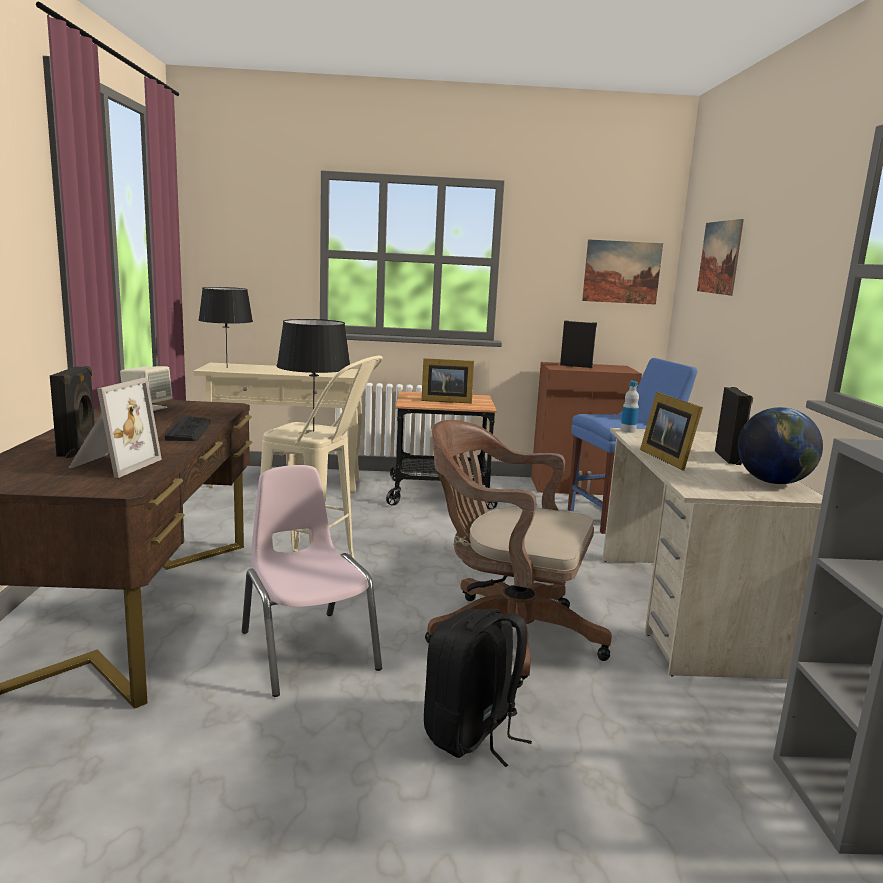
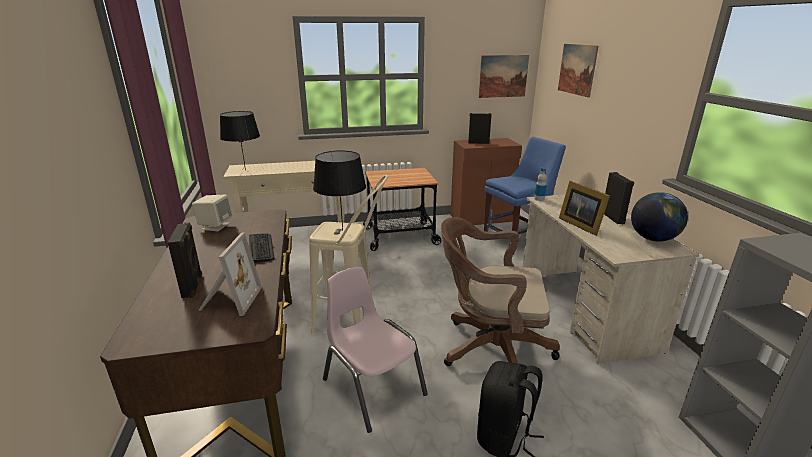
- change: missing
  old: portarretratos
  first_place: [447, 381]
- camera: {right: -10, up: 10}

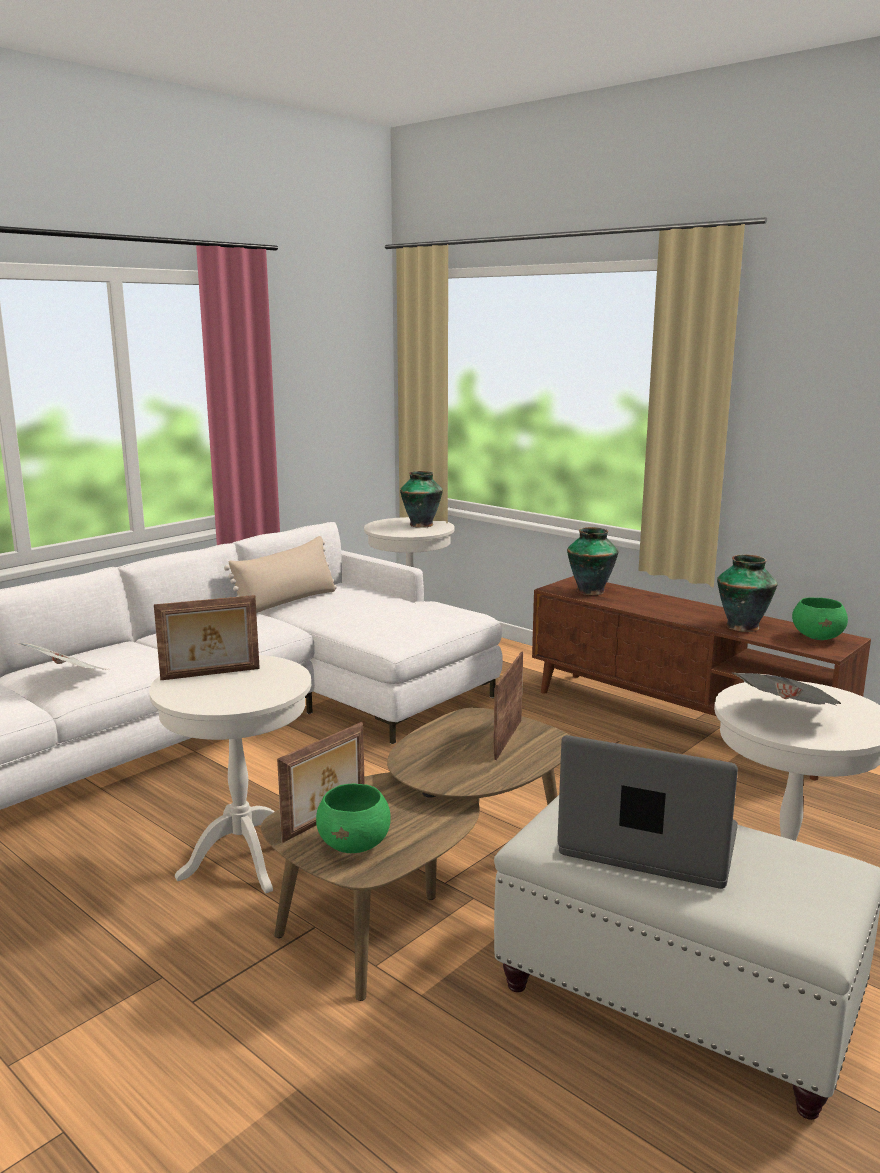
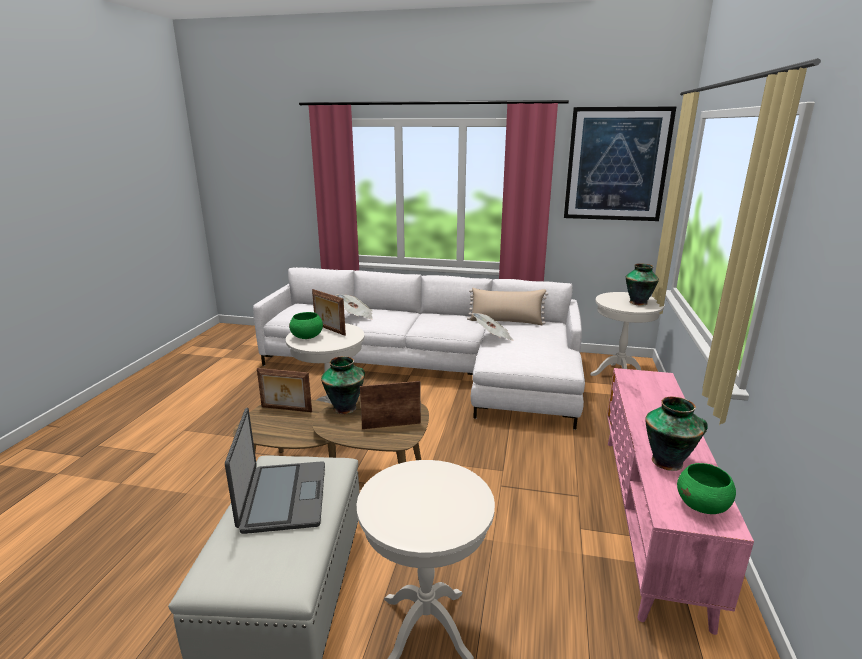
- change: relocated
  old: florero
  first_place: [593, 561]
  second_place: [343, 385]
- change: colour
  old: mueble de televisión (marrón)
  new: mueble de televisión (rosa)
  first_place: [701, 678]
  second_place: [680, 501]
- change: relocated
  old: periódico
  first_place: [786, 689]
  second_place: [492, 326]
- change: relocated
  old: cuenco (verde)
  first_place: [353, 818]
  second_place: [306, 325]
- change: appeared
  new: cuadro
  second_place: [620, 164]
- camera: {right: 60, up: 5}

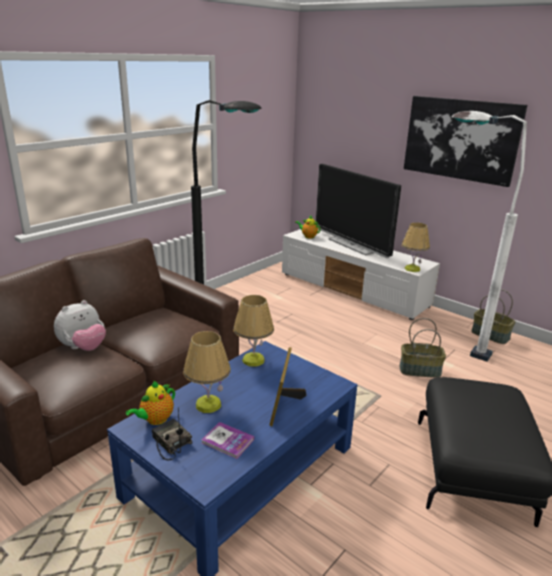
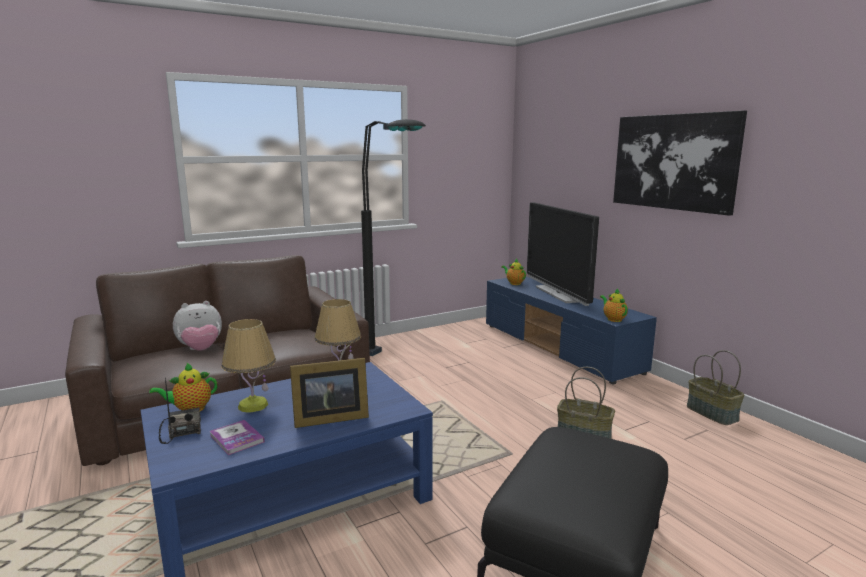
- change: missing
  old: lámpara de pie (blanco)
  first_place: [489, 236]
- change: exchanged
  old: lámpara de mesa
  new: tetera
  first_place: [416, 247]
  second_place: [614, 305]
- change: colour
  old: mueble de televisión (blanco)
  new: mueble de televisión (azul)
  first_place: [361, 274]
  second_place: [571, 330]
- change: spun
  old: portarretratos
  first_place: [288, 386]
  second_place: [329, 393]
  degrees: -135
- camera: {right: 20, up: -10}

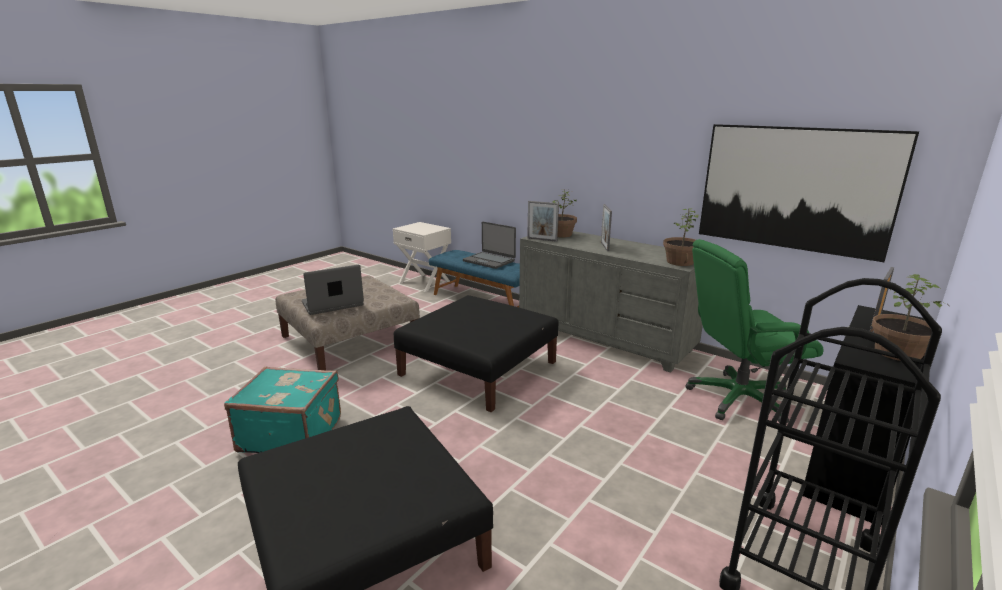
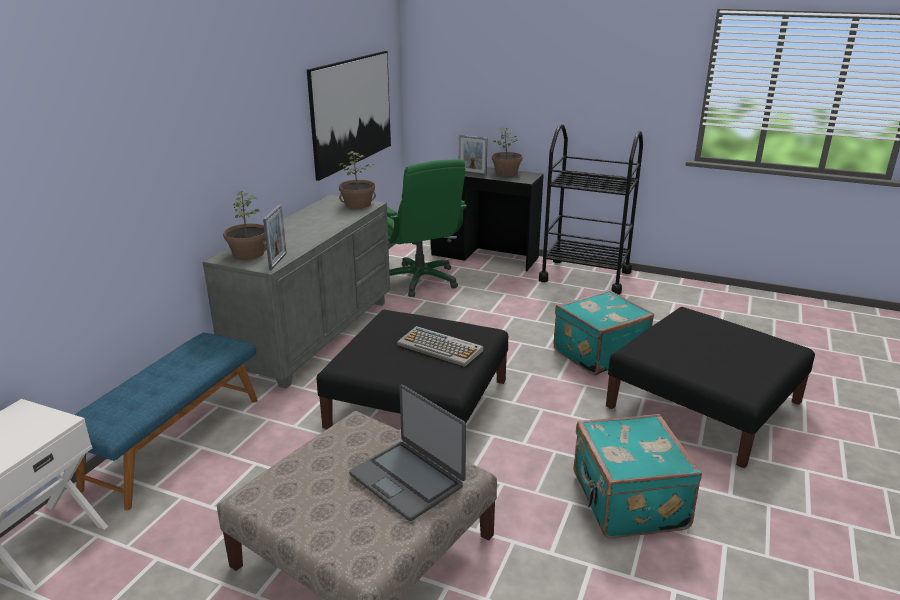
- change: missing
  old: portarretratos
  first_place: [606, 227]
- change: missing
  old: portátil
  first_place: [489, 245]
- change: appeared
  new: maleta (turquesa)
  second_place: [603, 332]
- change: appeared
  new: teclado
  second_place: [440, 346]
- camera: {right: -105, up: 5}

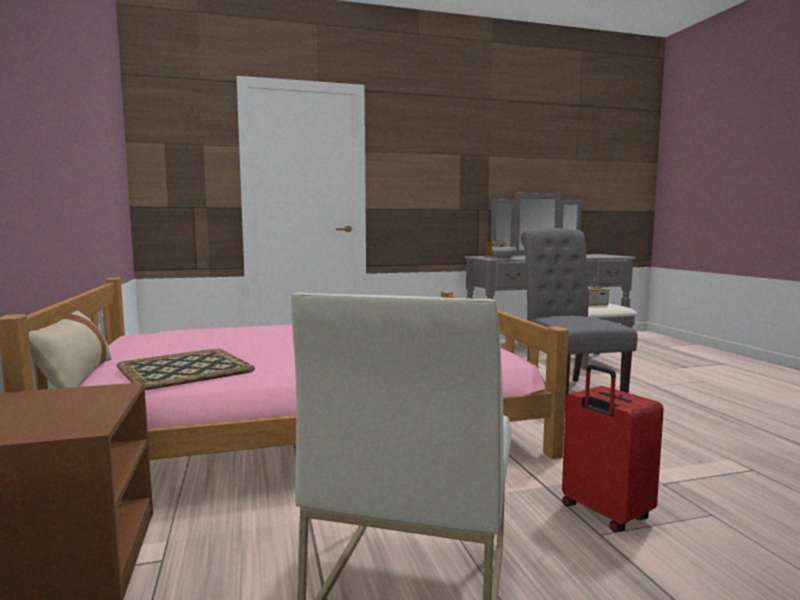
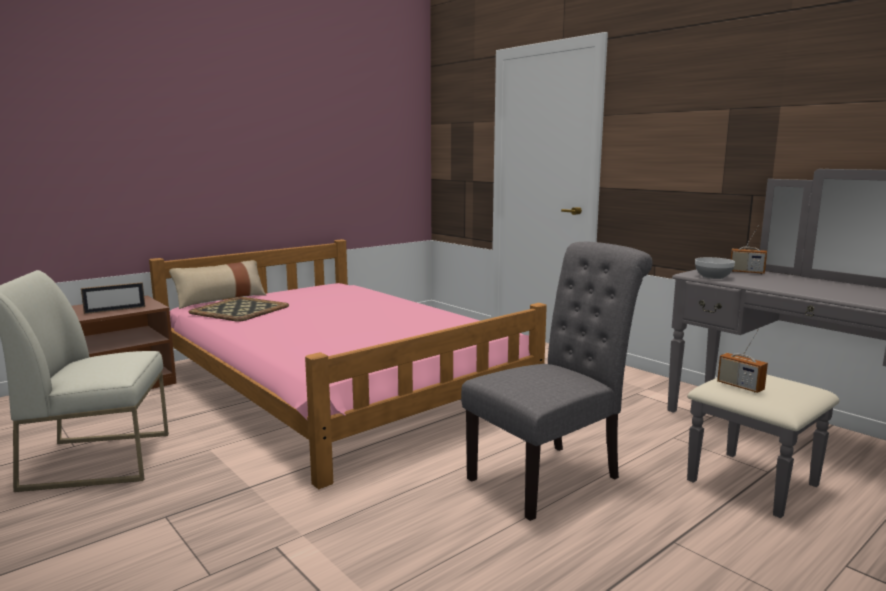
- change: missing
  old: maleta (rojo)
  first_place: [613, 448]
- change: appeared
  new: portarretratos
  second_place: [113, 298]
- camera: {right: 65, up: 5}

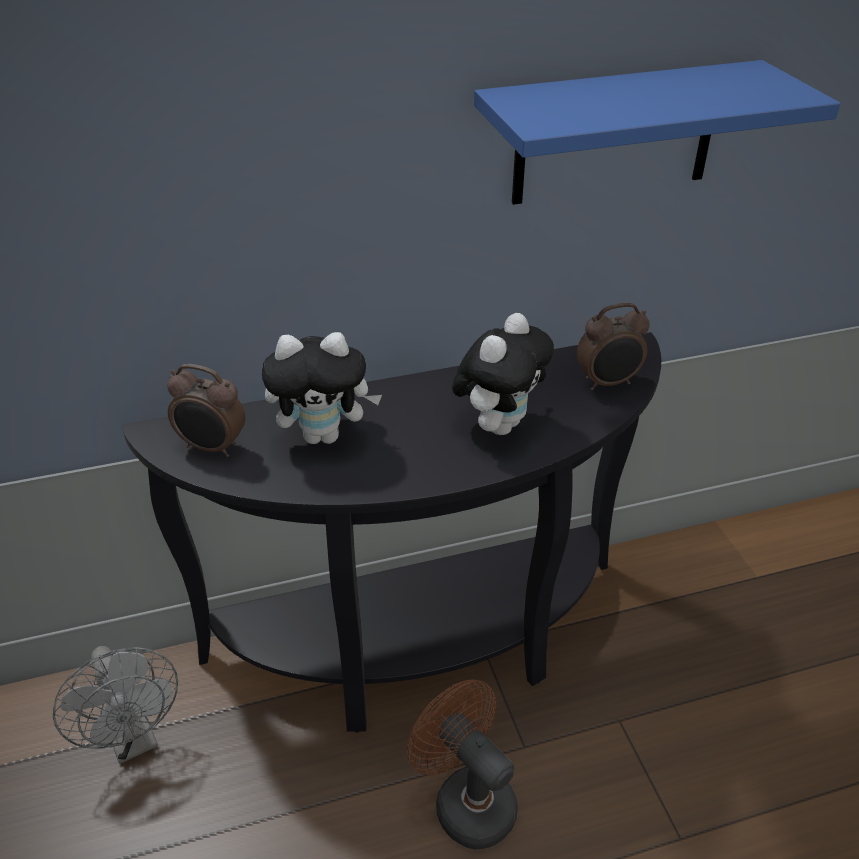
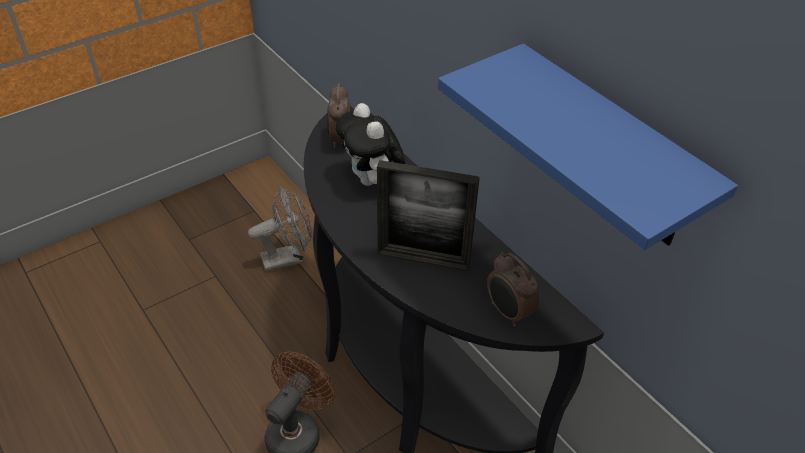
- change: exchanged
  old: peluche
  new: portarretratos
  first_place: [503, 374]
  second_place: [428, 215]
- change: spun
  old: ventilador (gris)
  first_place: [115, 705]
  second_place: [280, 229]
  degrees: -150
- camera: {right: 70, up: 5}

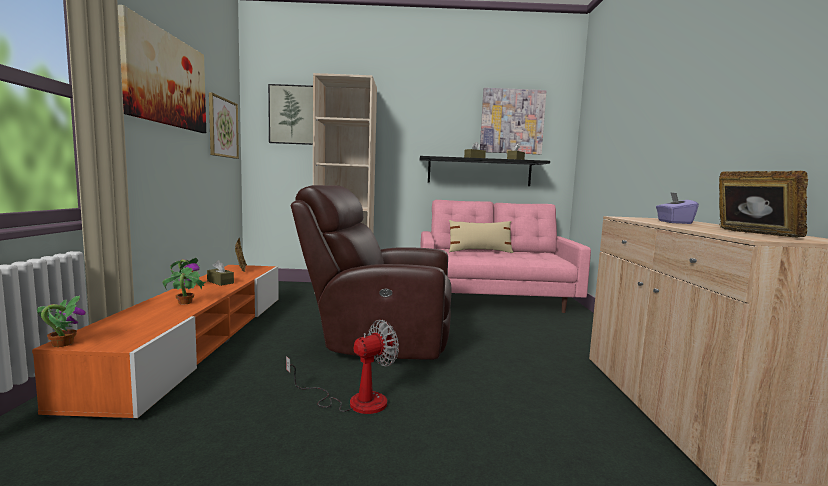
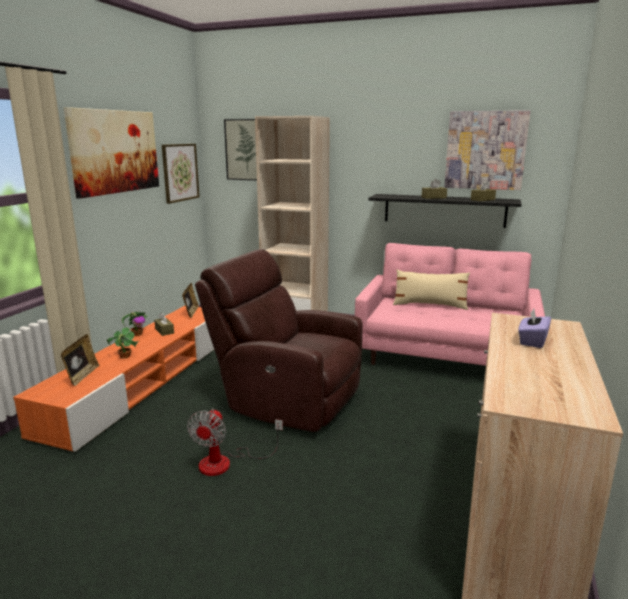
- change: relocated
  old: portarretratos
  first_place: [763, 204]
  second_place: [80, 360]
- change: missing
  old: planta en maceta
  first_place: [61, 321]
- change: spun
  old: ventilador
  first_place: [342, 367]
  second_place: [235, 442]
  degrees: 120
- camera: {right: 20, up: 10}

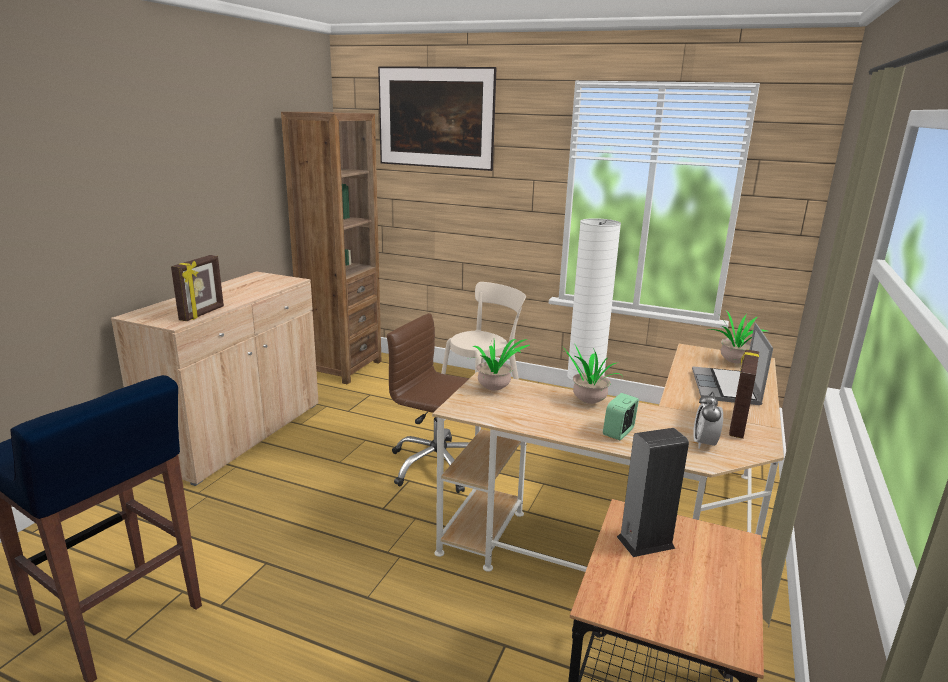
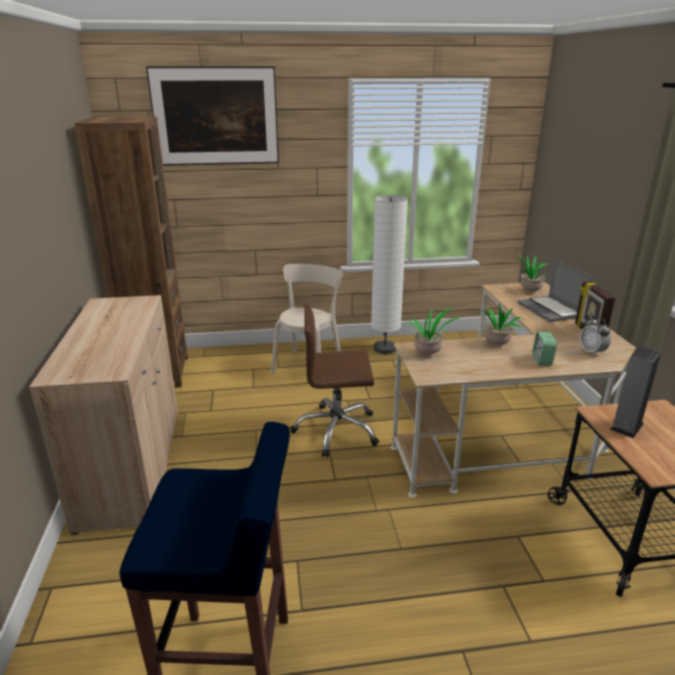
- change: missing
  old: portarretratos
  first_place: [197, 288]
- camera: {right: -30, up: 5}

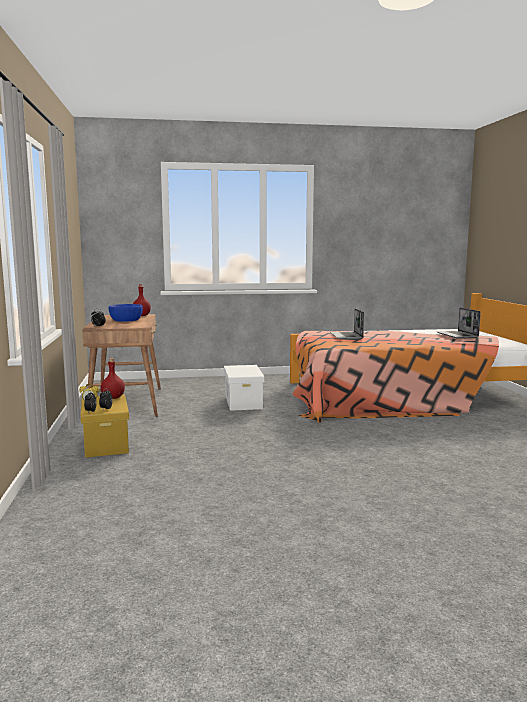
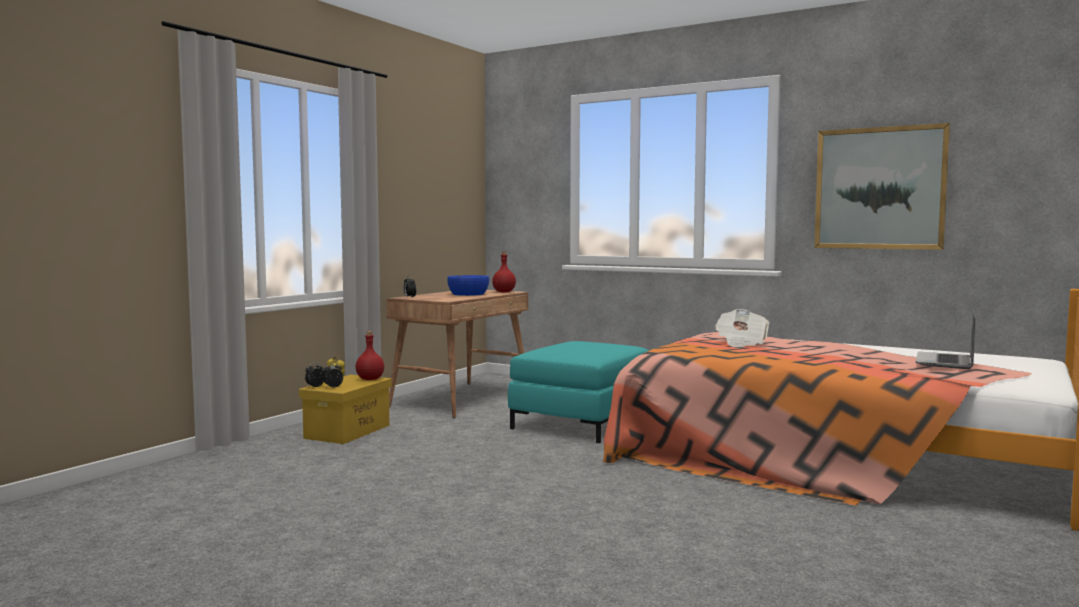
- change: exchanged
  old: portátil
  new: periódico
  first_place: [347, 323]
  second_place: [742, 328]
- change: exchanged
  old: caja de almacenaje (blanco)
  new: puf (turquesa)
  first_place: [244, 388]
  second_place: [578, 392]
- change: appeared
  new: cuadro
  second_place: [882, 186]
- camera: {right: 40, up: -5}

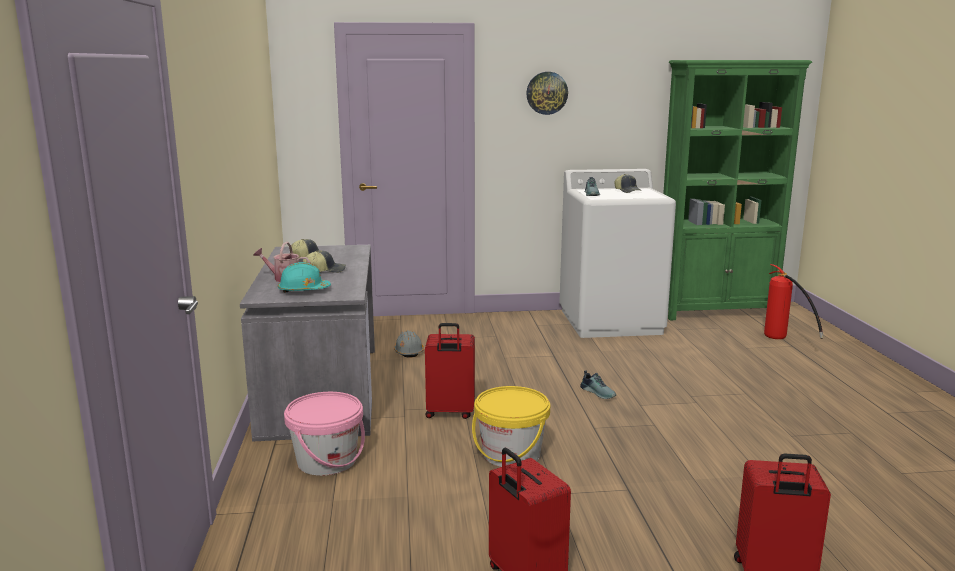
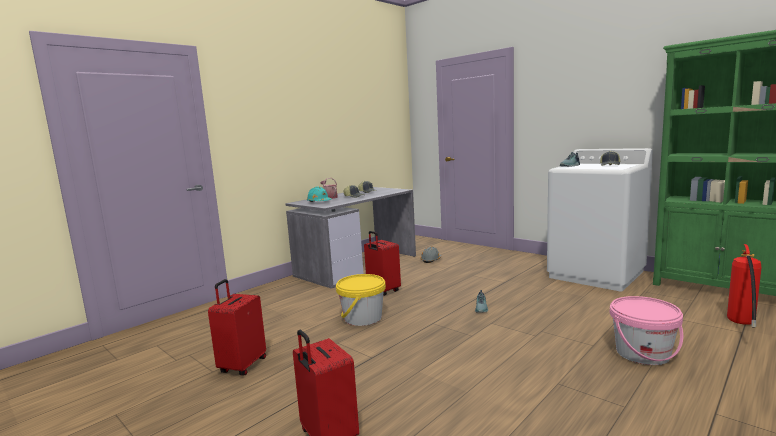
- change: missing
  old: reloj de pared
  first_place: [547, 93]
- change: relocated
  old: cubo (rosa)
  first_place: [324, 434]
  second_place: [646, 330]
- camera: {right: 50, up: -5}

